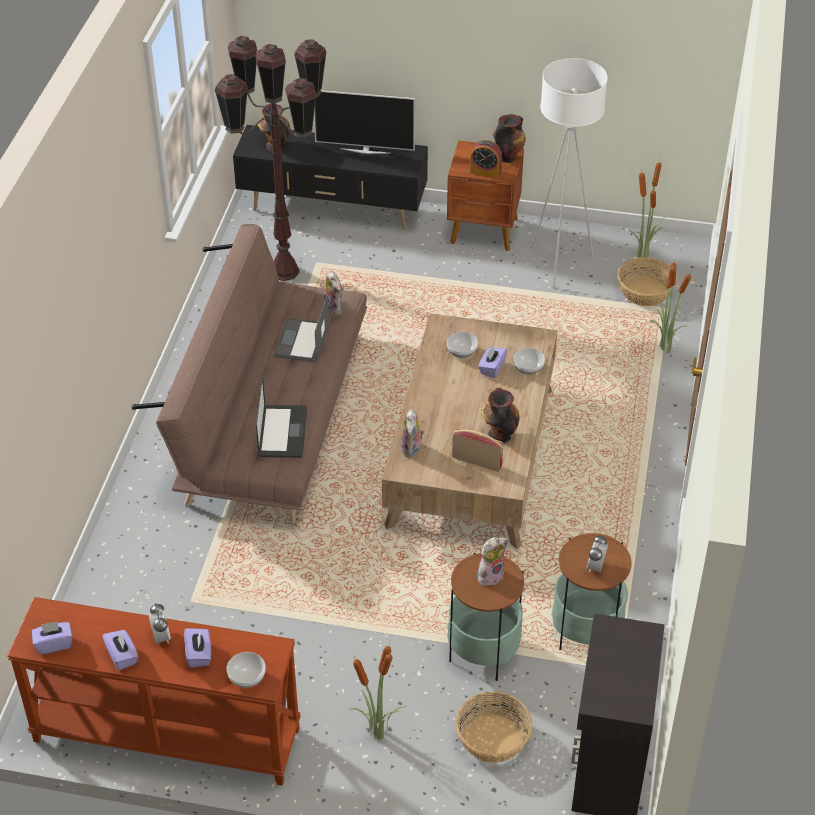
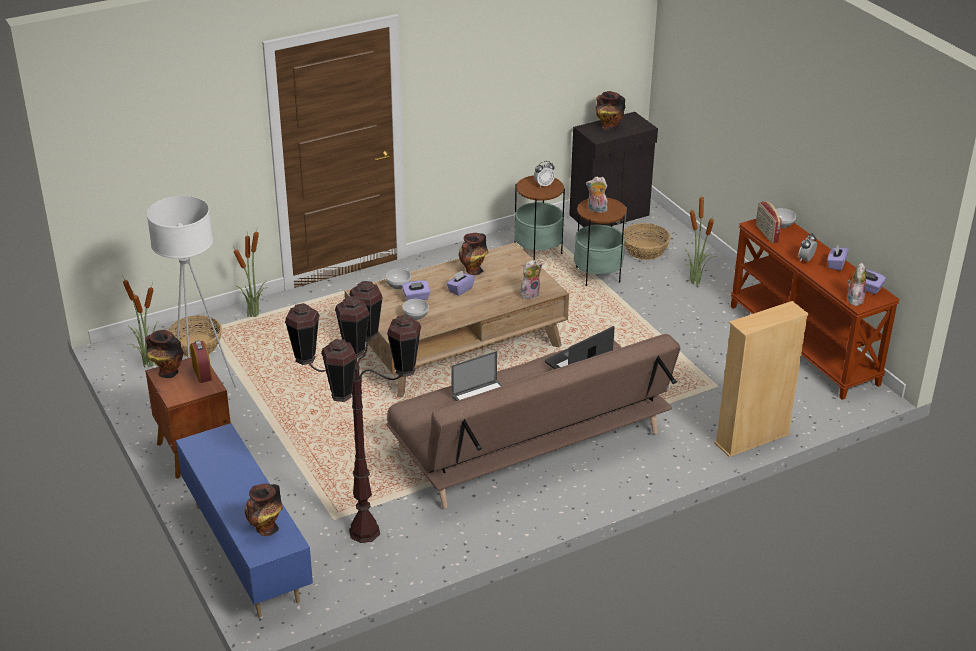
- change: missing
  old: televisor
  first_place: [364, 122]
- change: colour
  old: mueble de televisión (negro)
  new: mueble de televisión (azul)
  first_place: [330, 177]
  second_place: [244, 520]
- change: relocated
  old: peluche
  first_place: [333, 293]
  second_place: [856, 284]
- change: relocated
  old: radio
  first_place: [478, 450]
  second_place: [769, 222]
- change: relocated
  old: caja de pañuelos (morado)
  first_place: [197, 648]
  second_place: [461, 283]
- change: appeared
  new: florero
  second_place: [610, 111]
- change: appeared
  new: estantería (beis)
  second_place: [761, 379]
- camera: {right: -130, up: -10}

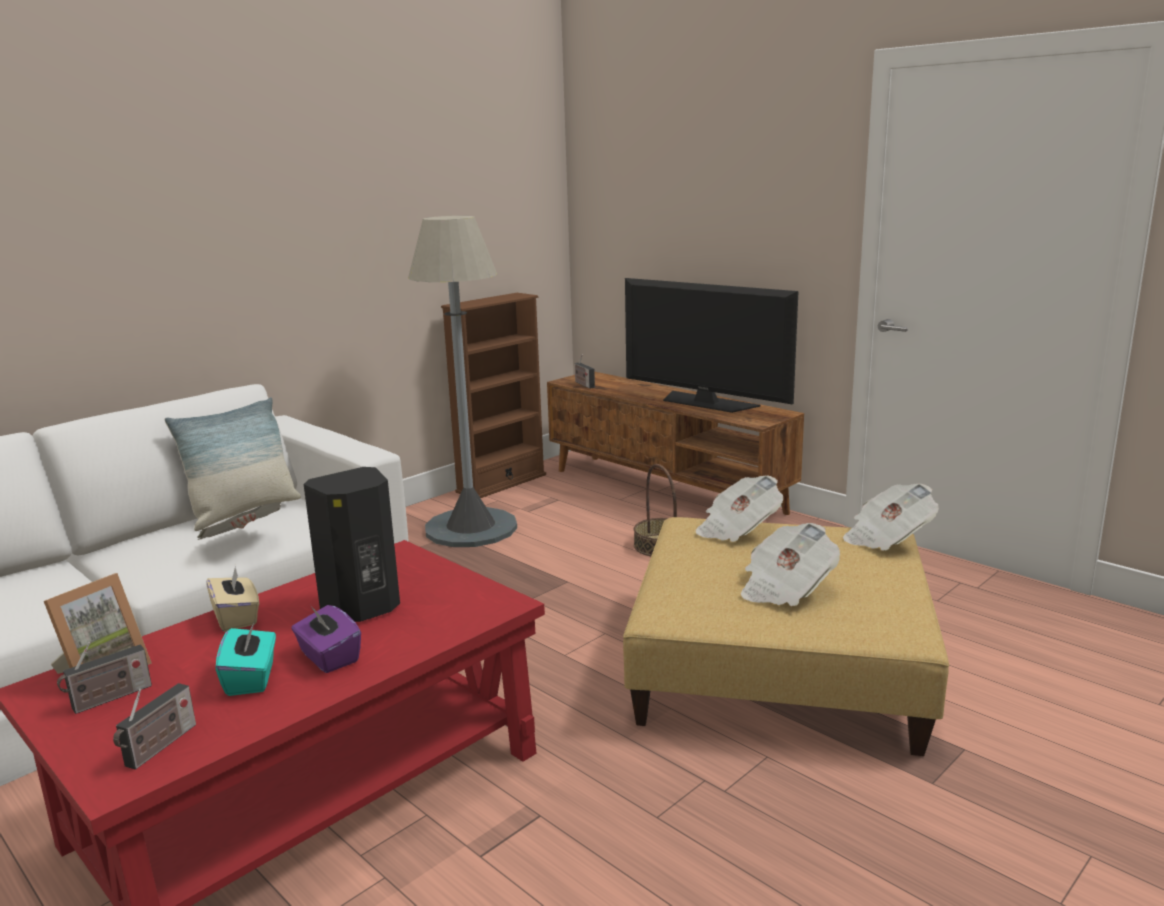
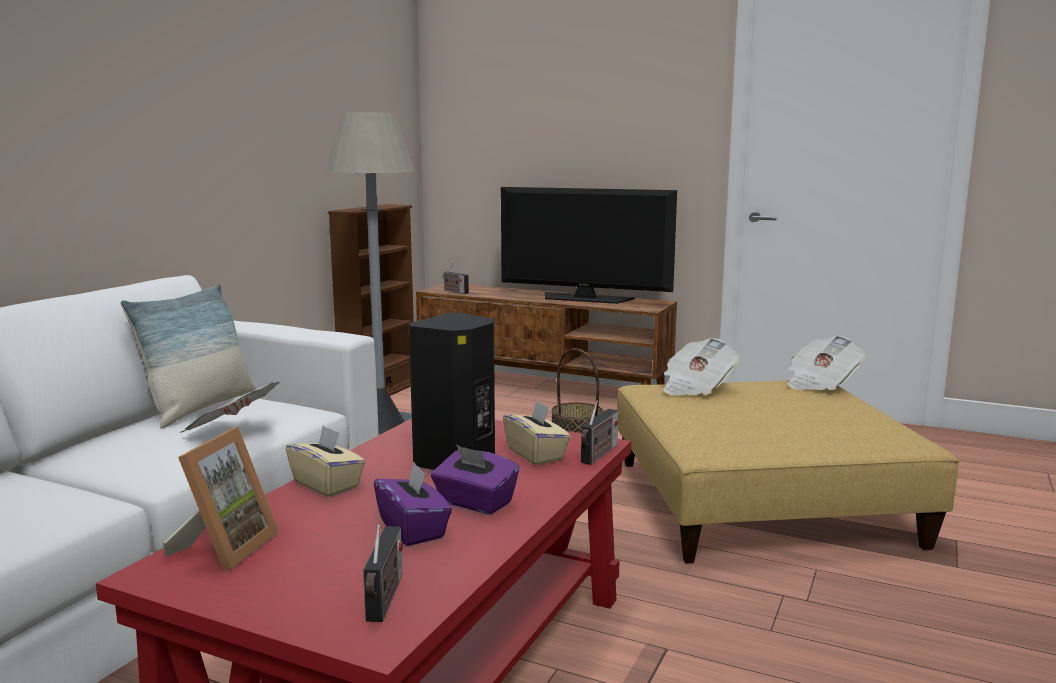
- change: missing
  old: periódico
  first_place: [790, 564]
- change: colour
  old: caja de pañuelos (turquesa)
  new: caja de pañuelos (morado)
  first_place: [245, 658]
  second_place: [413, 504]
- change: relocated
  old: radio
  first_place: [104, 678]
  second_place: [599, 432]
- change: appeared
  new: caja de pañuelos (beis)
  second_place: [537, 432]
- camera: {right: -20, up: -5}

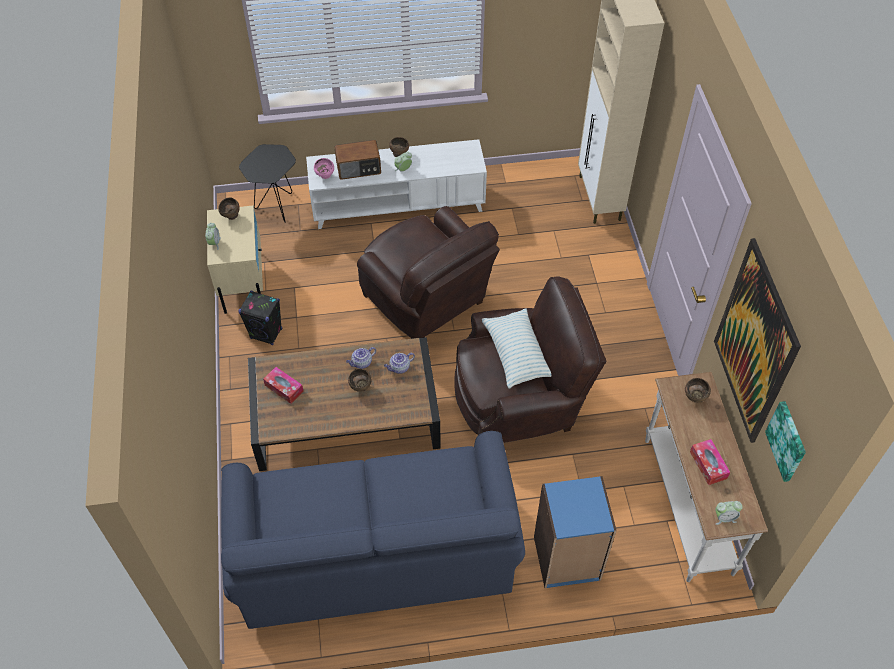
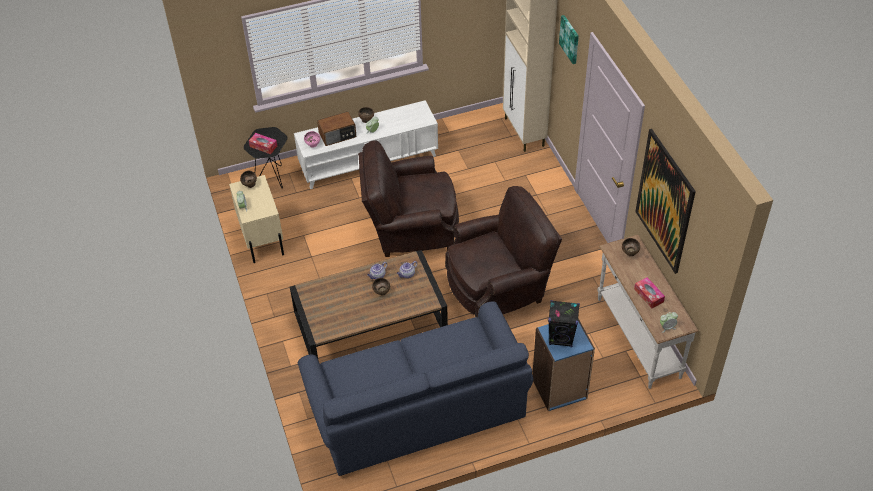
- change: spun
  old: sillón (marrón)
  first_place: [428, 272]
  second_place: [408, 198]
  degrees: 135
- change: relocated
  old: altavoz (negro)
  first_place: [260, 318]
  second_place: [564, 323]
- change: missing
  old: cojín
  first_place: [516, 349]
- change: relocated
  old: caja de pañuelos
  first_place: [283, 385]
  second_place: [263, 143]
- change: relocated
  old: cuadro
  first_place: [785, 441]
  second_place: [569, 39]
- camera: {right: -10, up: -5}

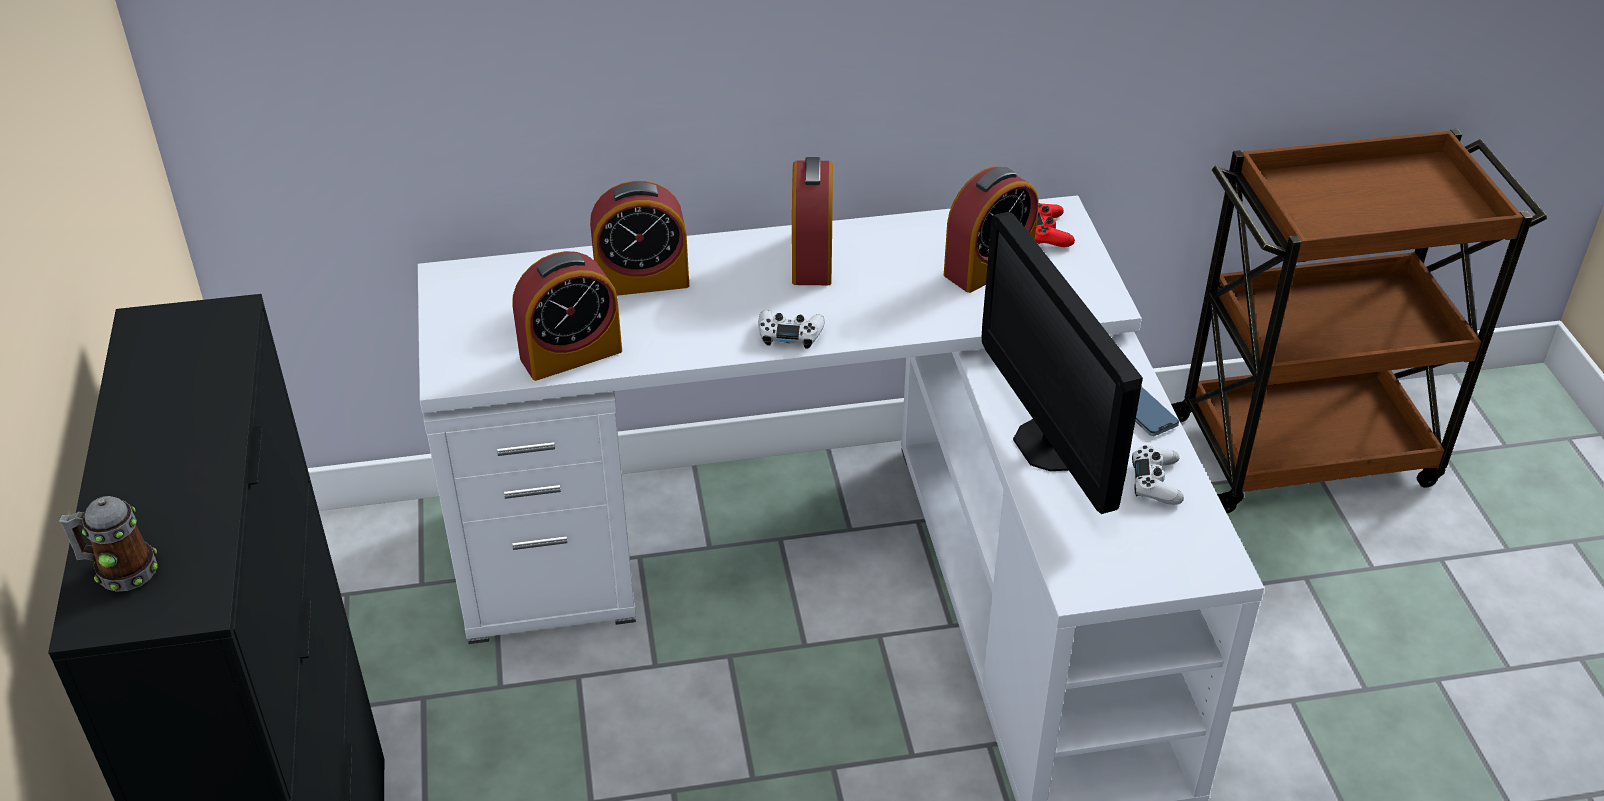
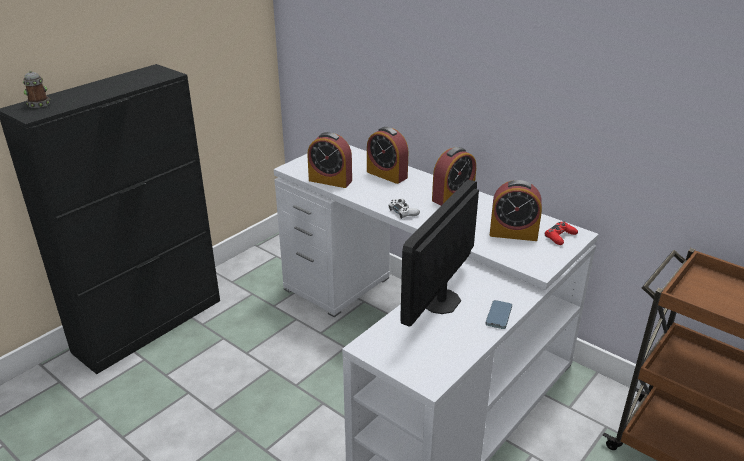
- change: missing
  old: mando de consola (blanco)
  first_place: [1158, 475]
- camera: {right: 50, up: -10}

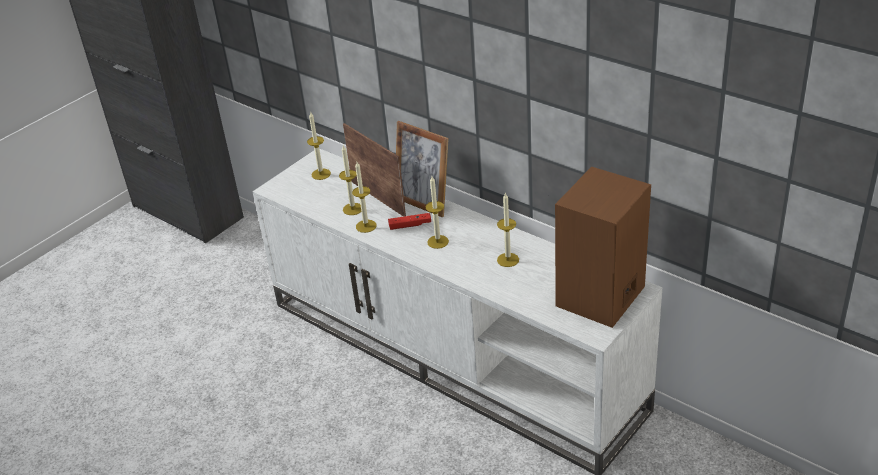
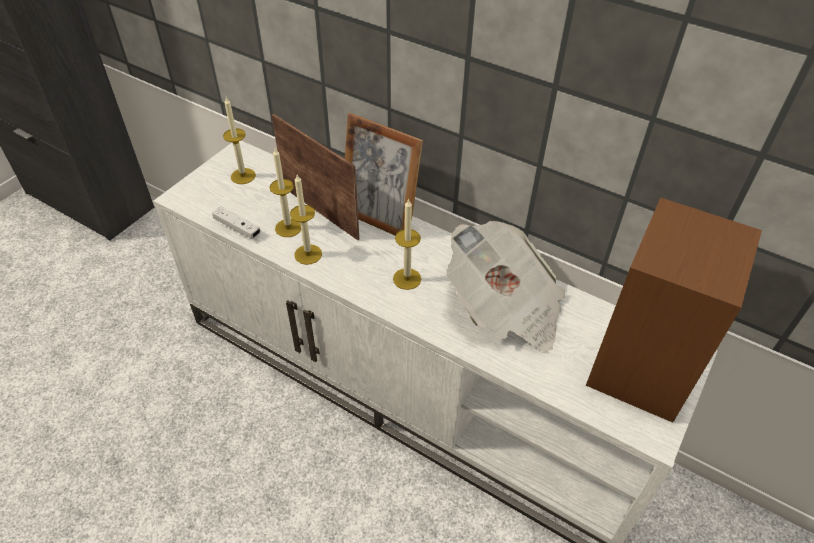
- change: exchanged
  old: vela
  new: periódico
  first_place: [508, 229]
  second_place: [505, 286]
- change: missing
  old: mando de consola (rojo)
  first_place: [409, 221]
- change: appeared
  new: mando de consola (blanco)
  second_place: [236, 223]
- camera: {right: -10, up: 10}

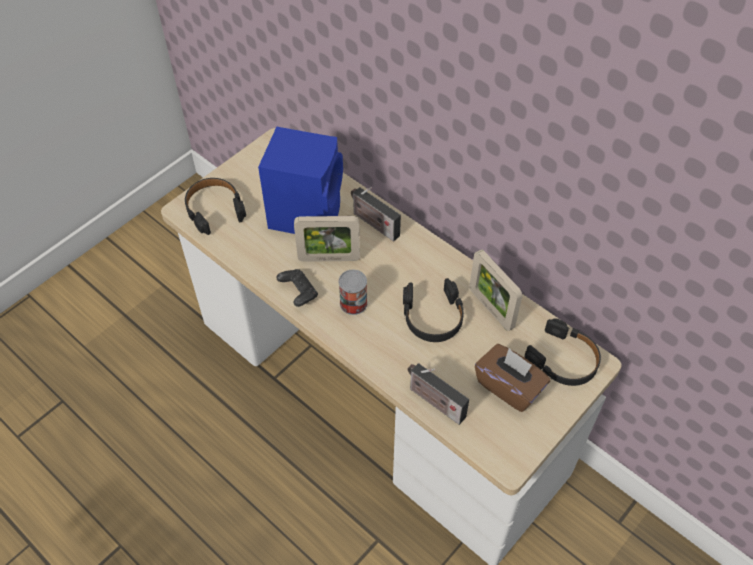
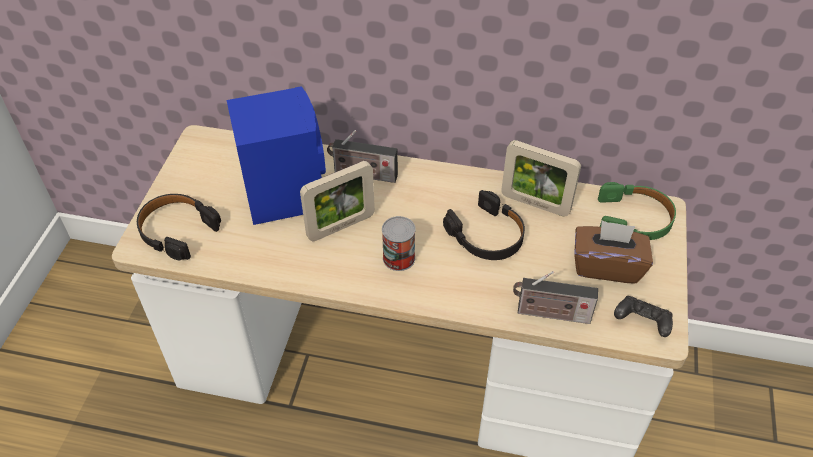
- change: relocated
  old: mando de consola (negro)
  first_place: [297, 288]
  second_place: [643, 316]
- change: colour
  old: auriculares (negro)
  new: auriculares (verde)
  first_place: [562, 352]
  second_place: [637, 211]
- camera: {right: -30, up: -5}

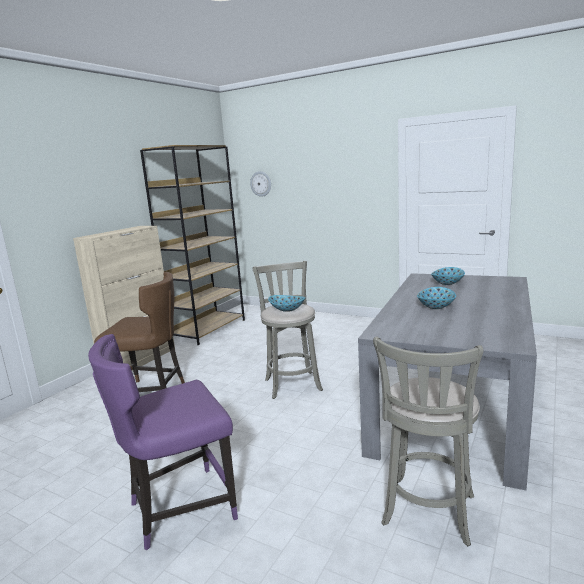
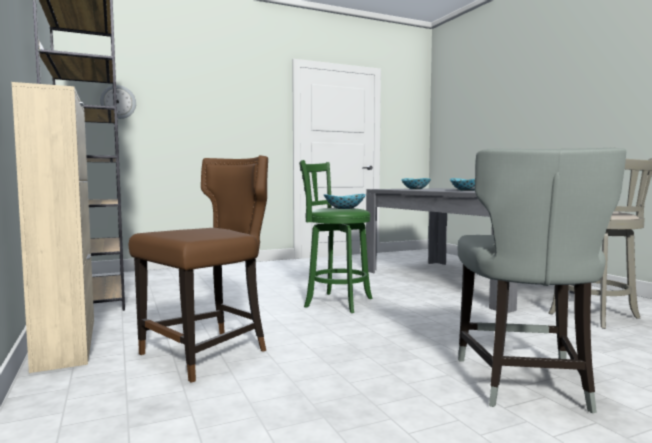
- change: colour
  old: taburete (gris)
  new: taburete (verde)
  first_place: [288, 330]
  second_place: [336, 236]
- change: colour
  old: silla (morado)
  new: silla (gris)
  first_place: [163, 442]
  second_place: [542, 280]
- camera: {right: -55, up: -10}

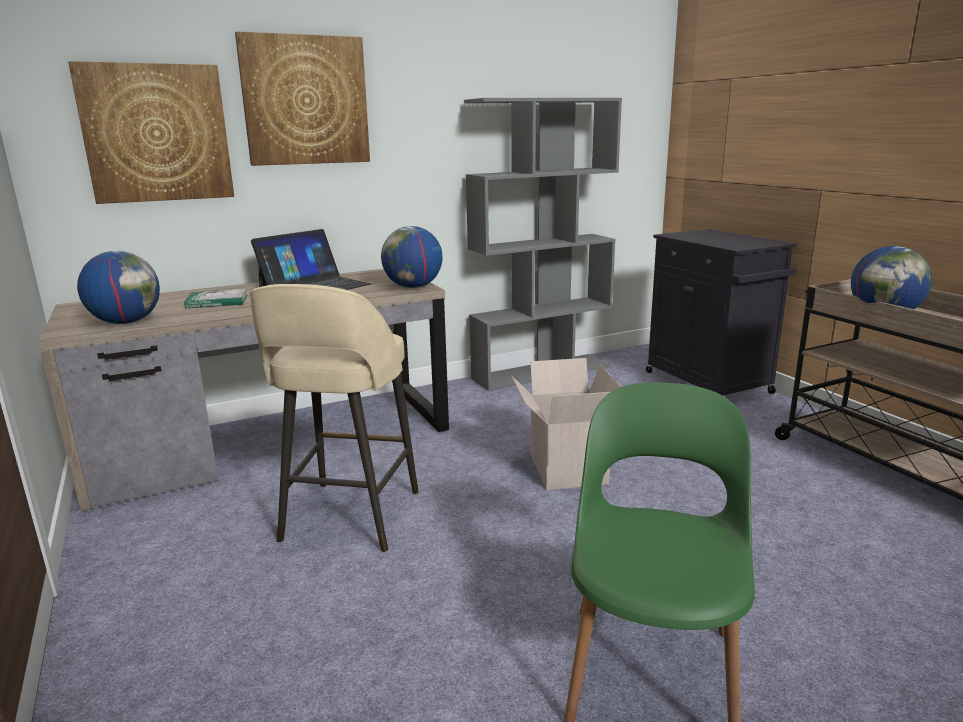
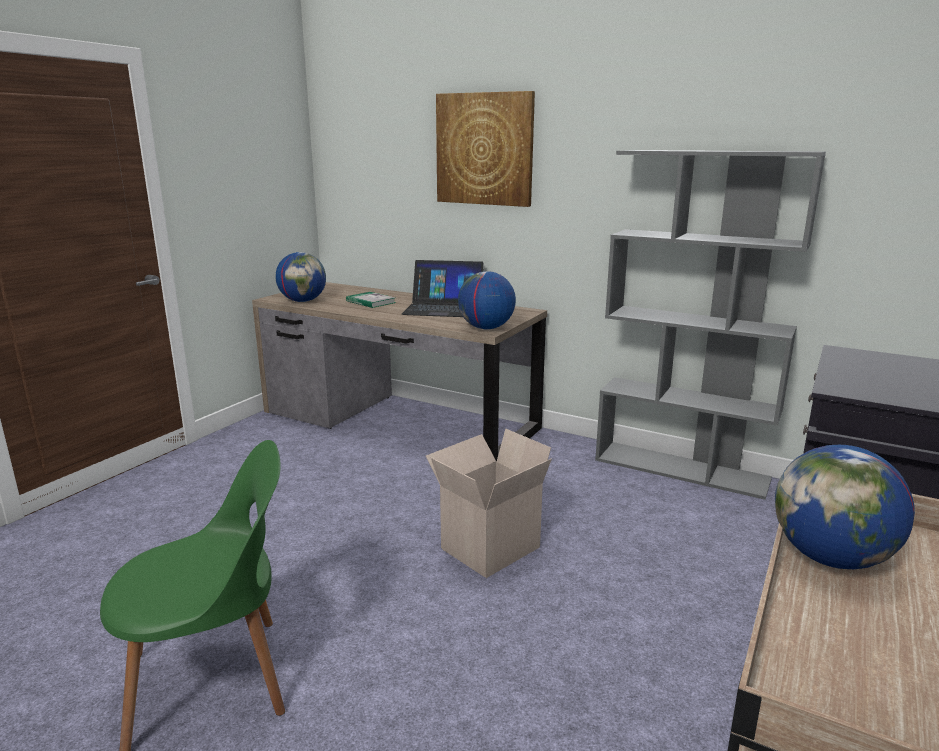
- change: missing
  old: cuadro
  first_place: [151, 132]
- change: missing
  old: taburete (beis)
  first_place: [334, 418]
- camera: {right: 55, up: 0}

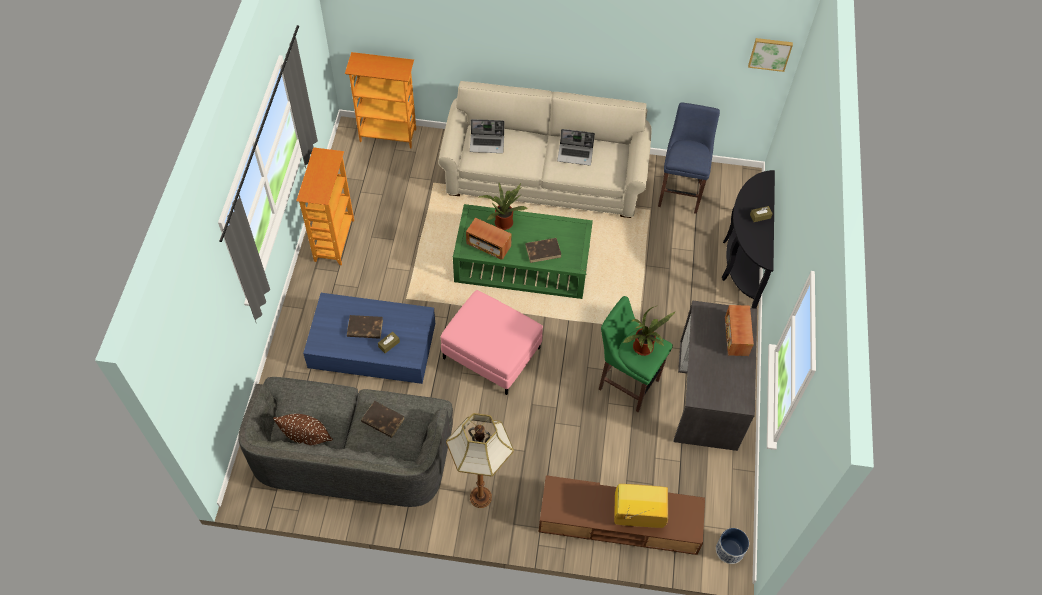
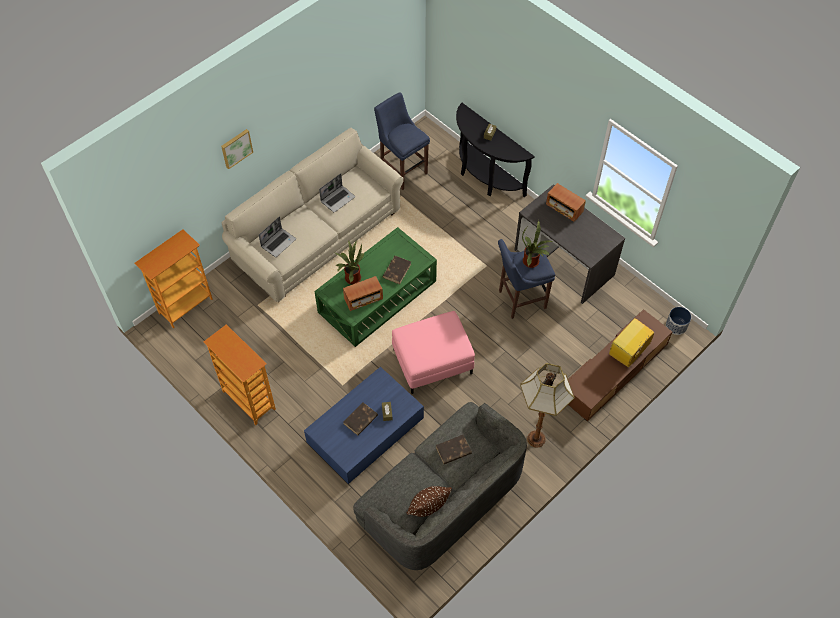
- change: relocated
  old: cuadro
  first_place: [770, 55]
  second_place: [237, 149]
- change: colour
  old: taburete (verde)
  new: taburete (azul)
  first_place: [636, 354]
  second_place: [526, 279]
- camera: {right: -50, up: 0}

